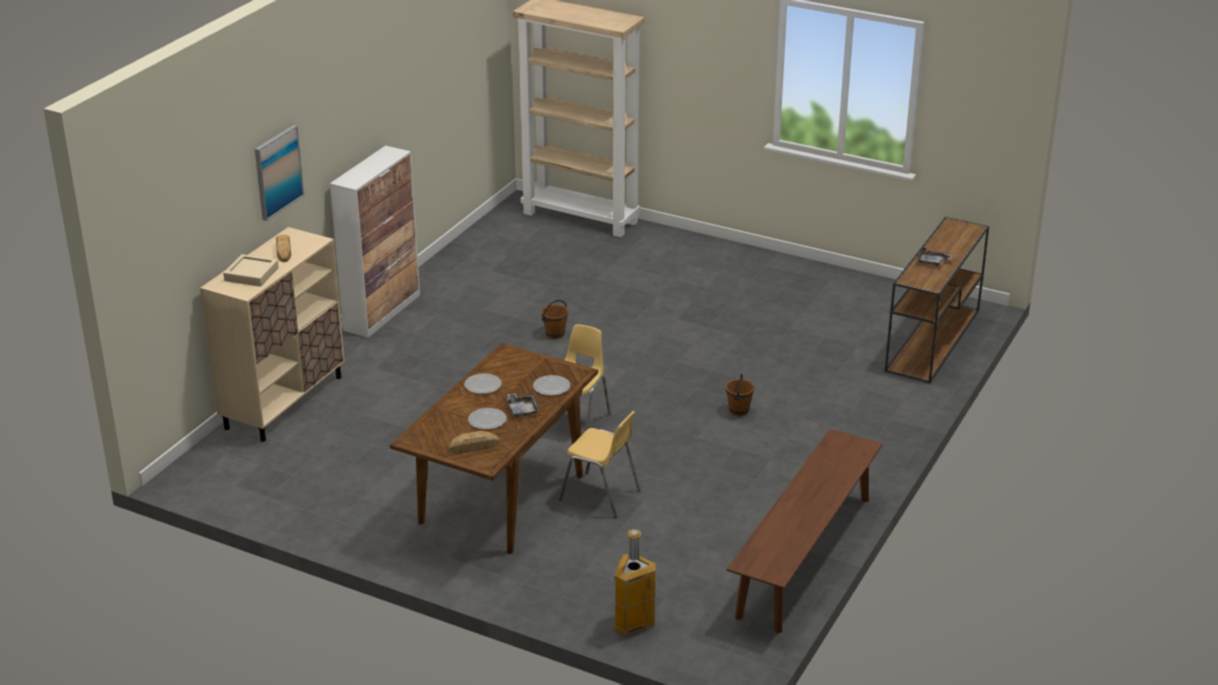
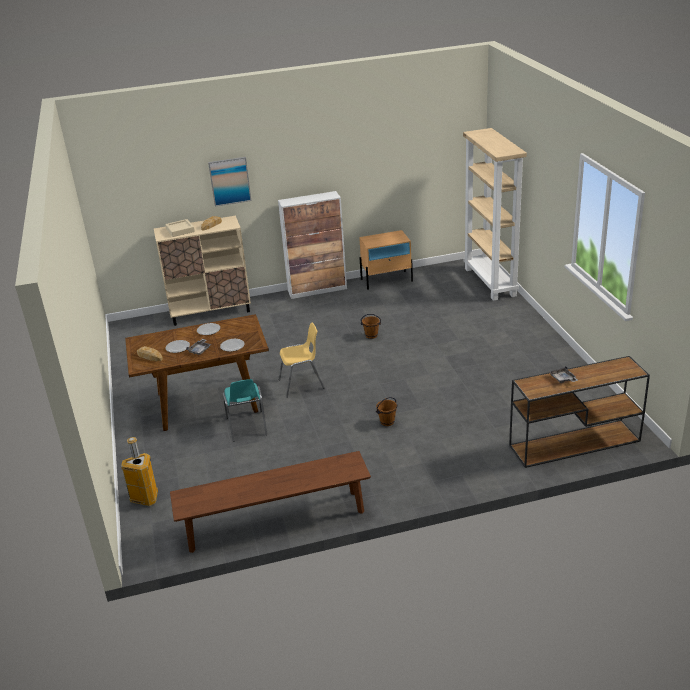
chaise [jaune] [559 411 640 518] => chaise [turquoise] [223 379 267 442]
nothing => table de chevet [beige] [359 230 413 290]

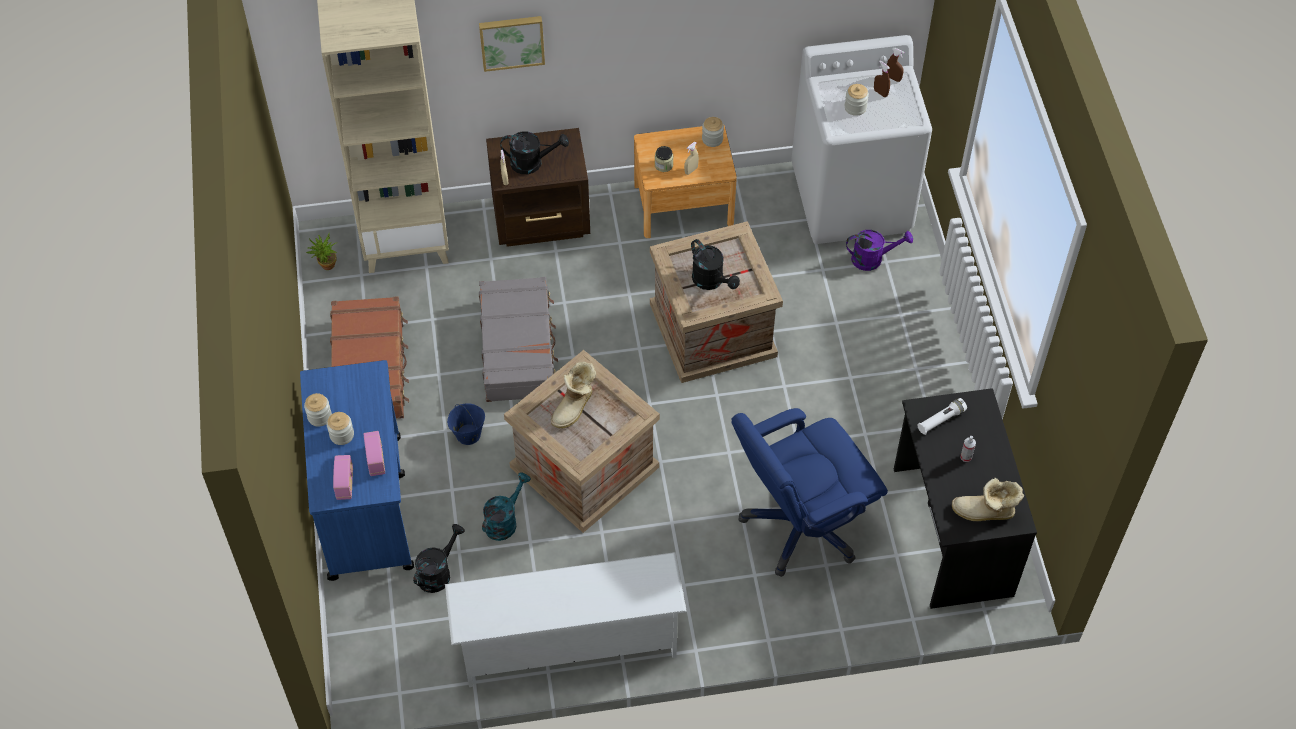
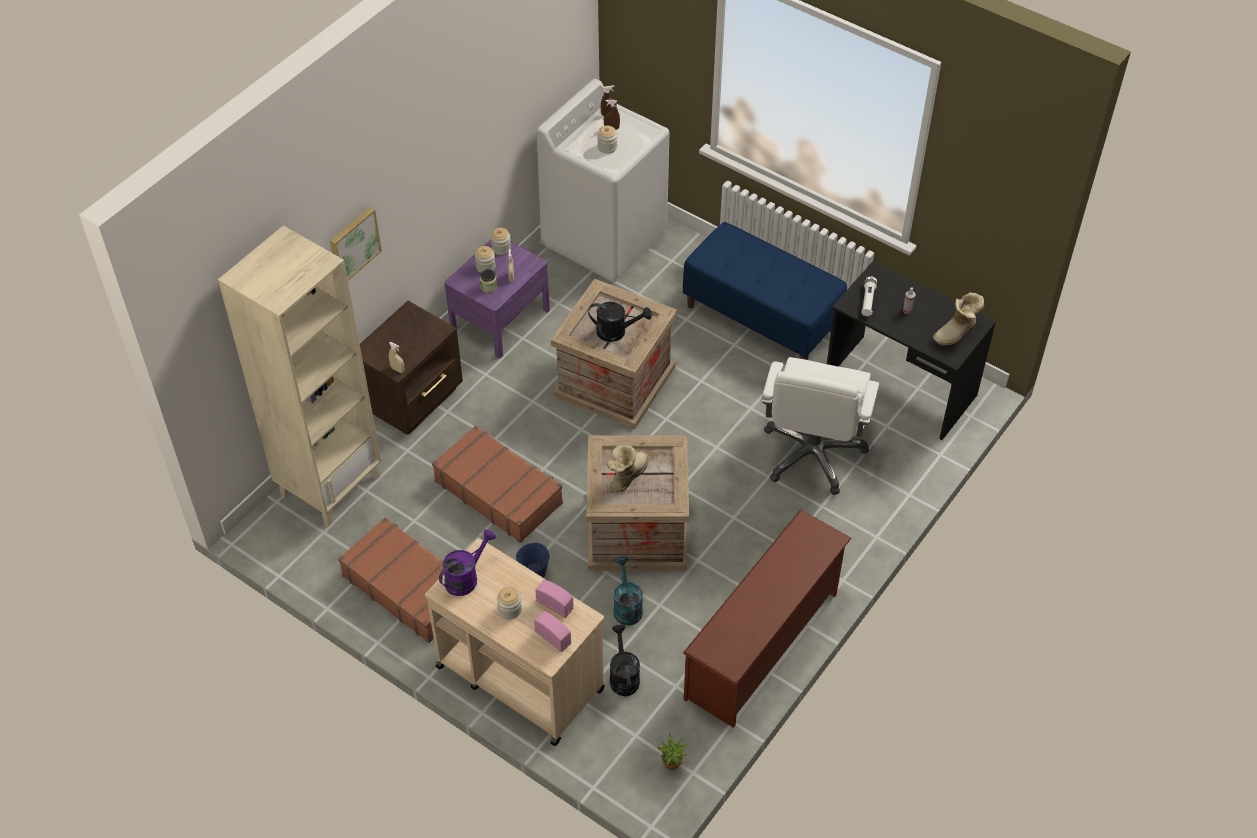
chariot [bleu] [300 360 414 581] => chariot [beige] [425 538 605 746]
valise [gris] [479 277 558 402] => valise [marron] [432 426 563 543]
arrosoir [violet] [846 230 913 271] => arrosoir [violet] [439 529 496 596], relocated
table de chevet [marron] [634 126 737 238] => table de chevet [violet] [445 240 550 358]
bocal [304 393 332 427] => bocal [475 246 496 273], relocated
botte [551 361 596 429] => botte [607 445 649 492], 135 degrees counterclockwise
plante en pot [306 232 337 270] => plante en pot [657 732 691 770], relocated
nothing => banc [bleu] [683 222 847 360]
étagère à chaussures [blanc] [445 552 687 687] => étagère à chaussures [marron] [683 509 851 728]
chaise de bureau [bleu] [731 408 888 577] => chaise de bureau [blanc] [761 357 879 495]
arrosoir [noir] [500 131 569 174] => nothing

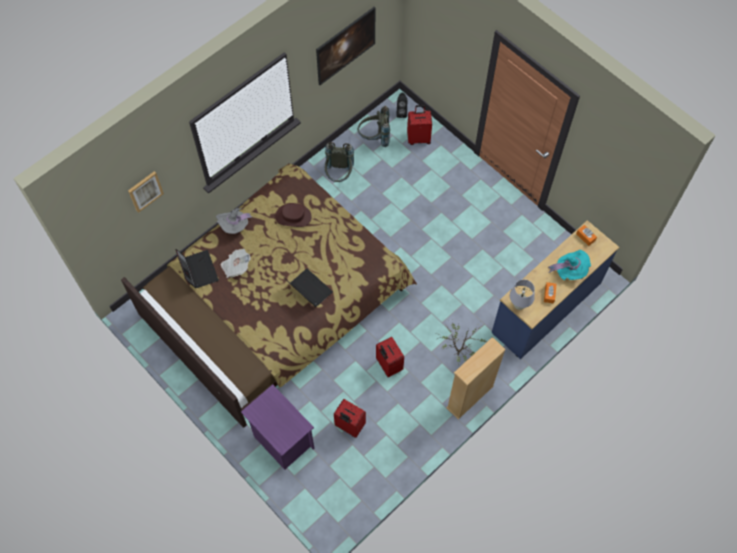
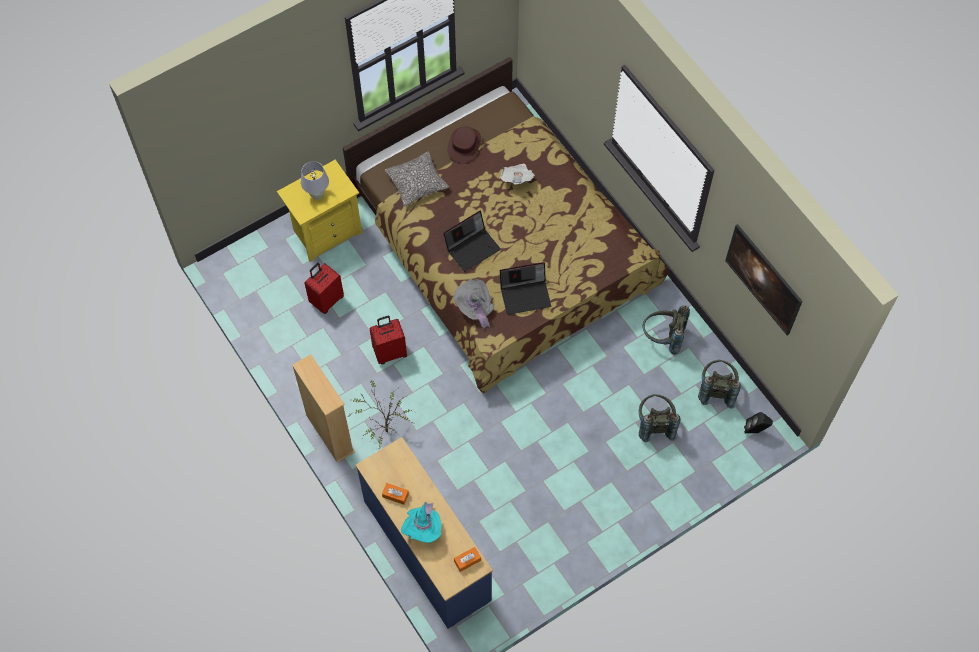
table de chevet [violet] [241 384 315 470] => table de chevet [jaune] [277 160 362 262]
lampe de table [blanc] [510 280 535 310] => lampe de table [blanc] [301 161 329 200], relocated
nothing => coussin [385 151 449 207]
chapeau [marron] [276 203 312 227] => chapeau [marron] [447 126 481 163], relocated
chapeau [gris] [216 208 253 234] => chapeau [gris] [454 279 494 330], relocated
ordinateur portable [175 249 219 288] => ordinateur portable [500 262 551 315], relocated
nothing => sac à dos [gris] [639 394 681 442]
tableau [128 171 164 213] => nothing
valise [rouge] [407 105 432 145] => nothing

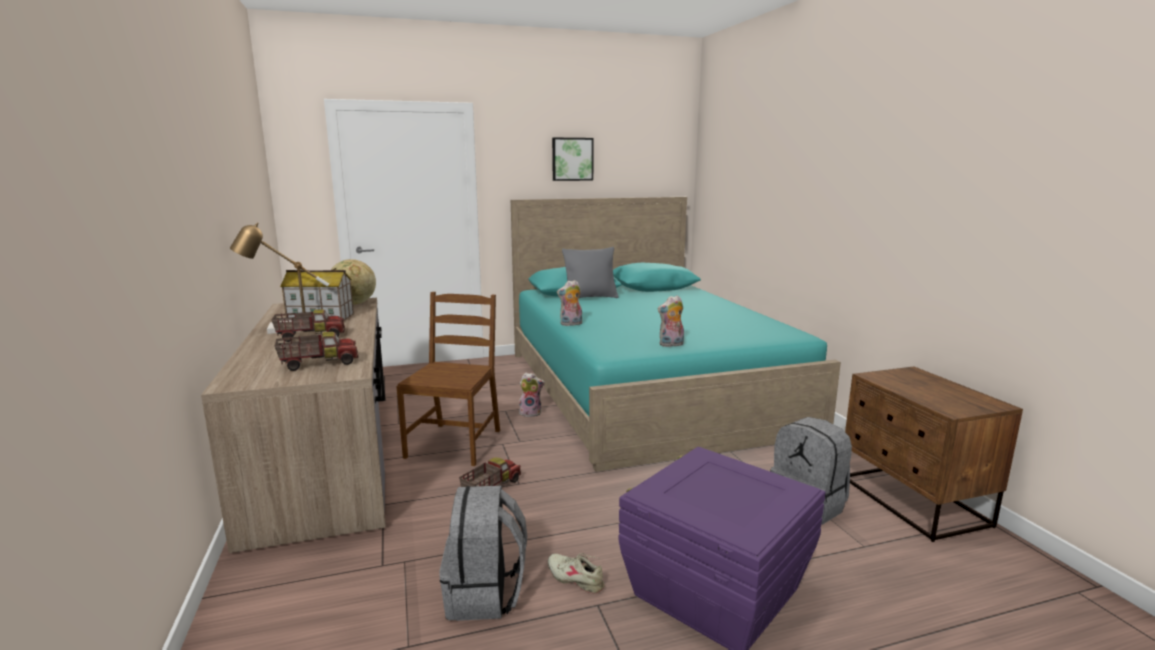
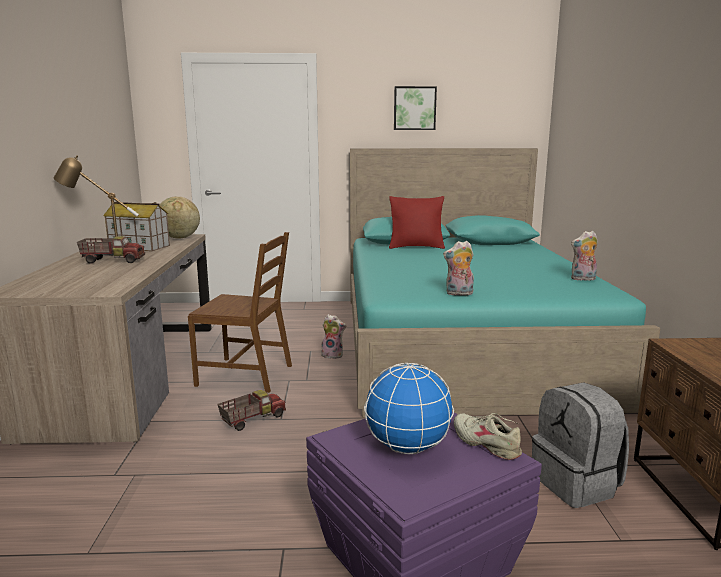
chaise [marron] [396 292 500 466] => chaise [marron] [188 232 292 393], 75 degrees clockwise
nothing => globe [364 363 454 454]
coussin [gris] [562 247 619 298] => coussin [rouge] [389 196 445 249]
chaussure [beige] [548 553 605 593] => chaussure [beige] [454 413 522 460], relocated
peluche [557 280 582 326] => peluche [571 231 598 281], relocated
camion jouet [275 332 358 371] => nothing
sac à dos [gris] [440 486 527 621] => nothing

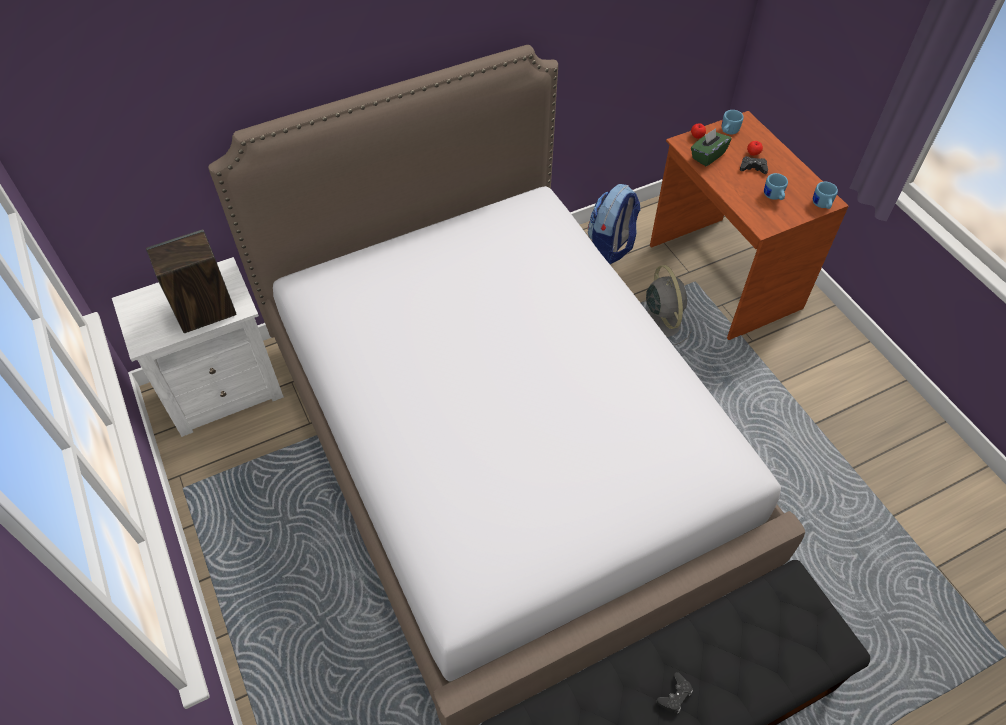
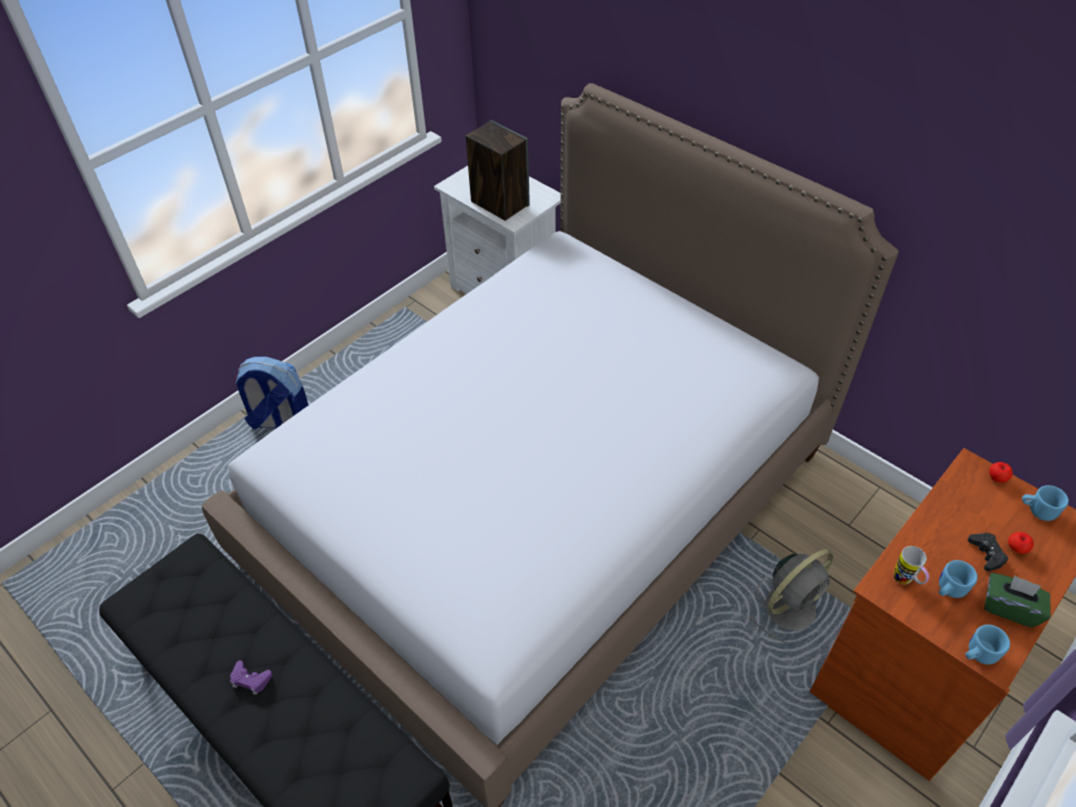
manette [noir] [656 672 693 714] => manette [violet] [230 660 272 695]
sac à dos [588 184 640 264] => sac à dos [234 357 308 429], relocated
nothing => mug [894 546 929 585]
boîte à mouchoirs [vert] [691 128 732 166] => boîte à mouchoirs [vert] [984 573 1051 627], relocated

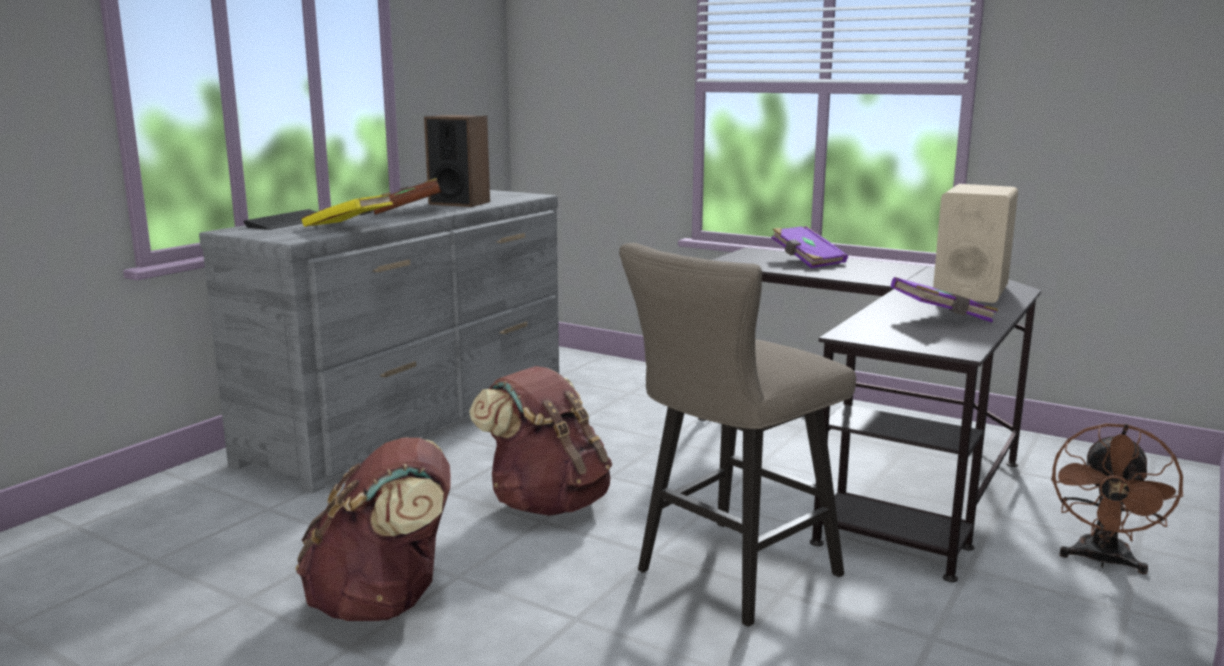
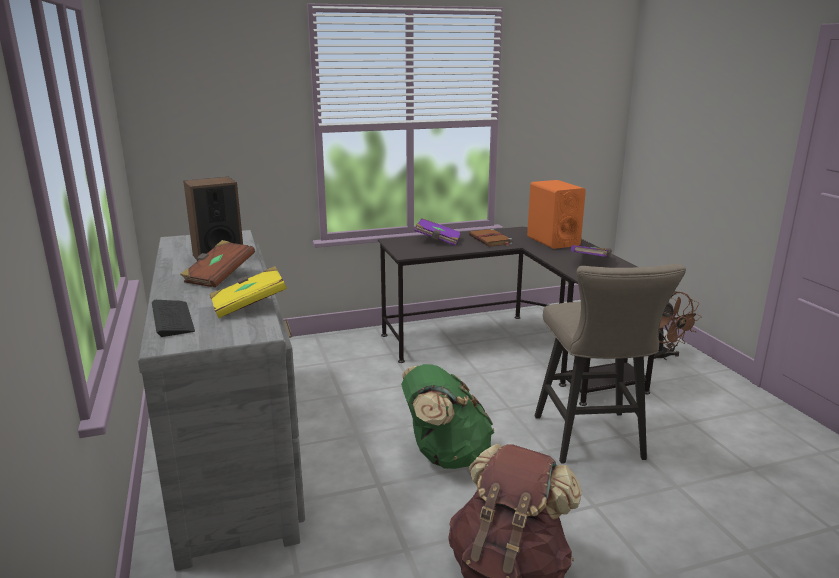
sac à dos [marron] [469 366 612 516] => sac à dos [vert] [401 364 494 469]
nothing => livre [marron] [469 229 512 246]
enceinte [beige] [933 184 1018 303] => enceinte [orange] [527 180 586 249]

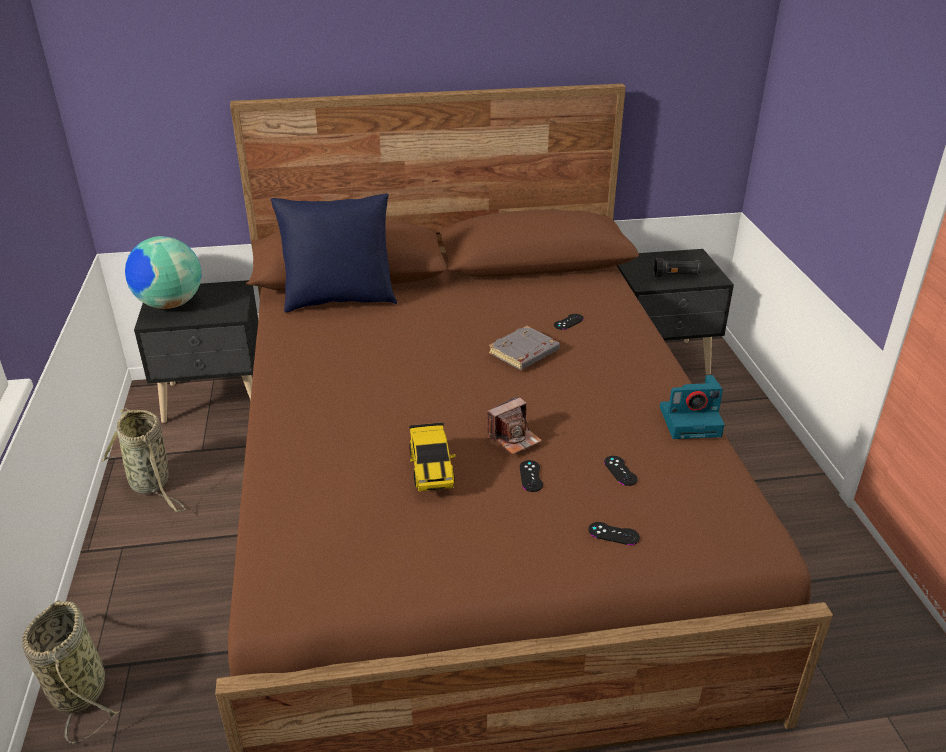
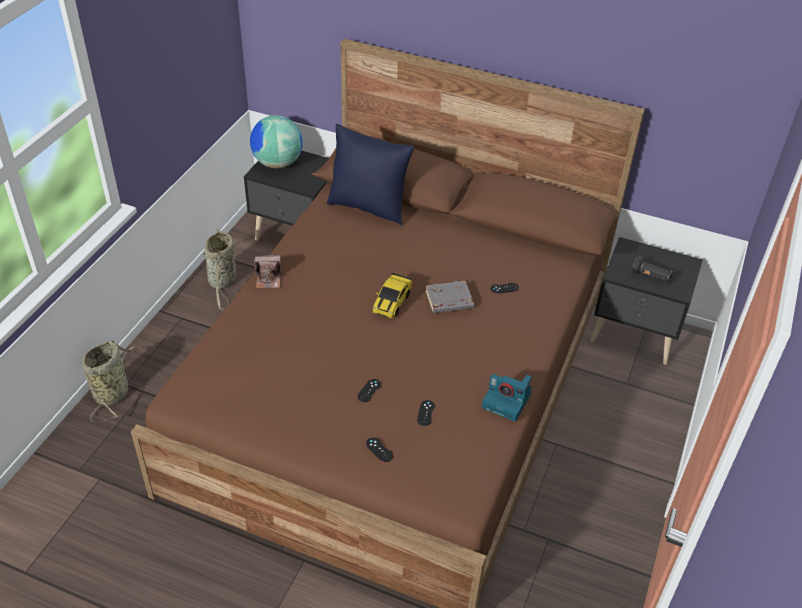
appareil photo [487 396 542 455] => appareil photo [254 255 282 288], relocated
petite voiture [409 422 456 491] => petite voiture [372 273 412 319], relocated

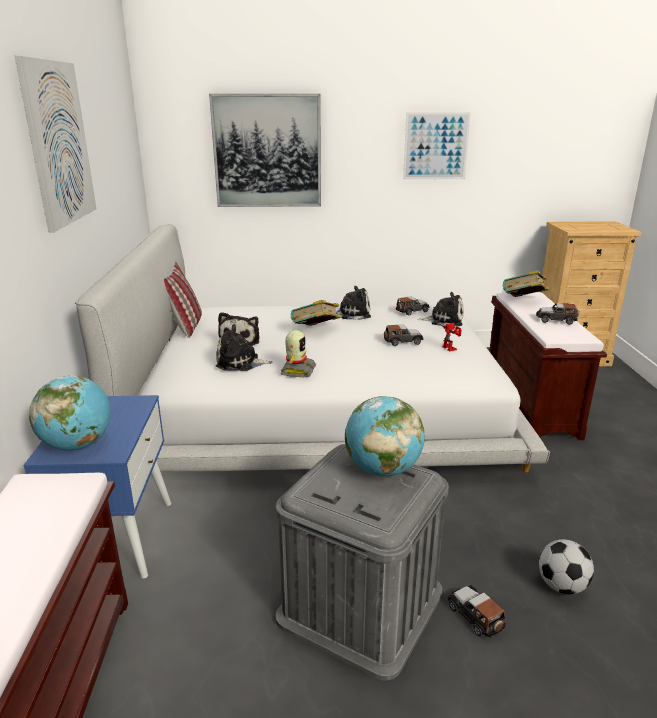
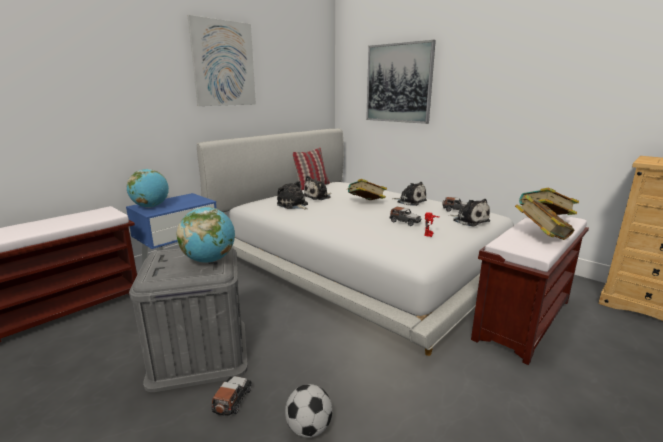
petite voiture [536 303 579 325] => livre [515 195 575 240]
robot jouet [281 330 316 377] => nothing
tableau [403 112 471 180] => nothing

